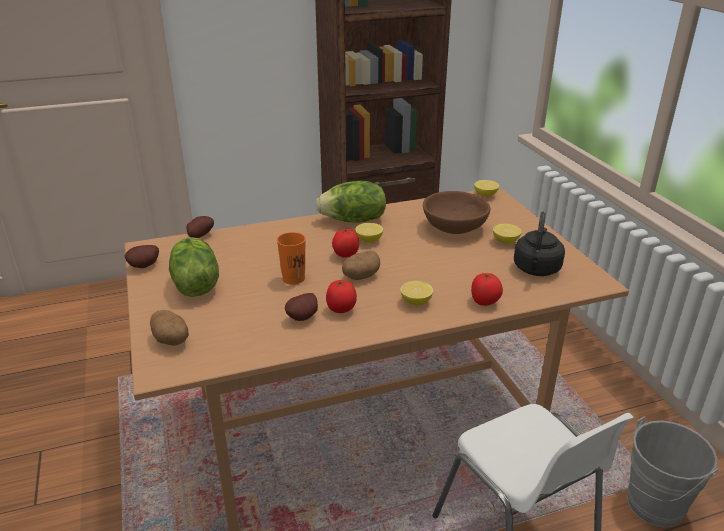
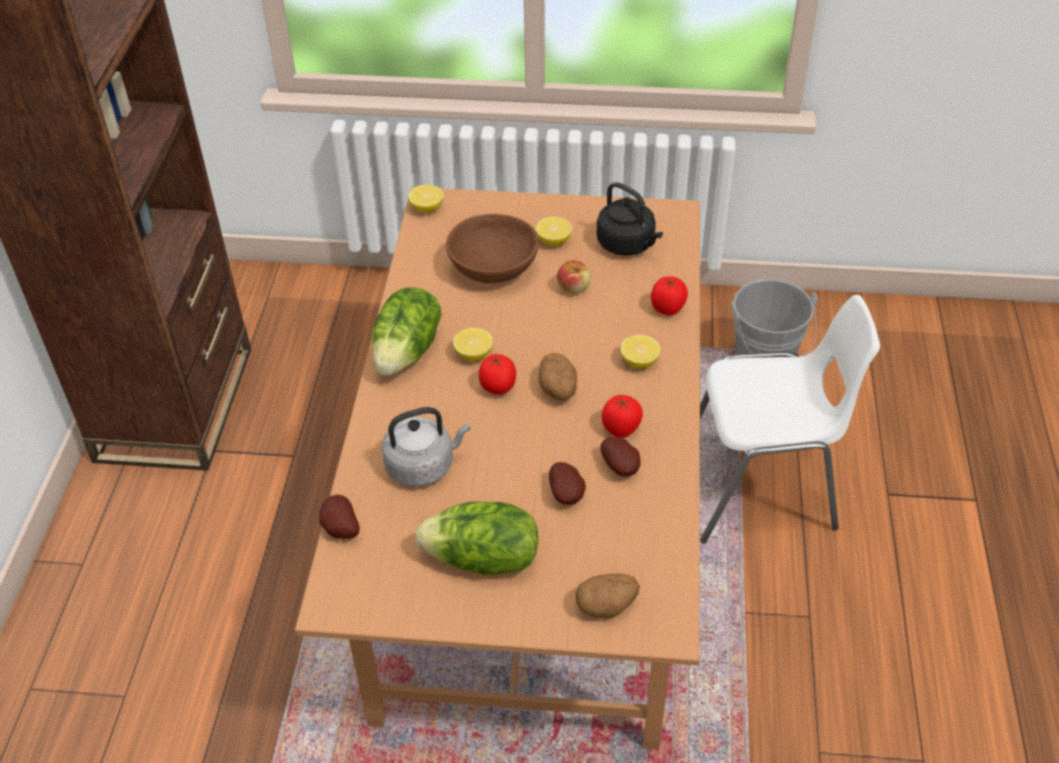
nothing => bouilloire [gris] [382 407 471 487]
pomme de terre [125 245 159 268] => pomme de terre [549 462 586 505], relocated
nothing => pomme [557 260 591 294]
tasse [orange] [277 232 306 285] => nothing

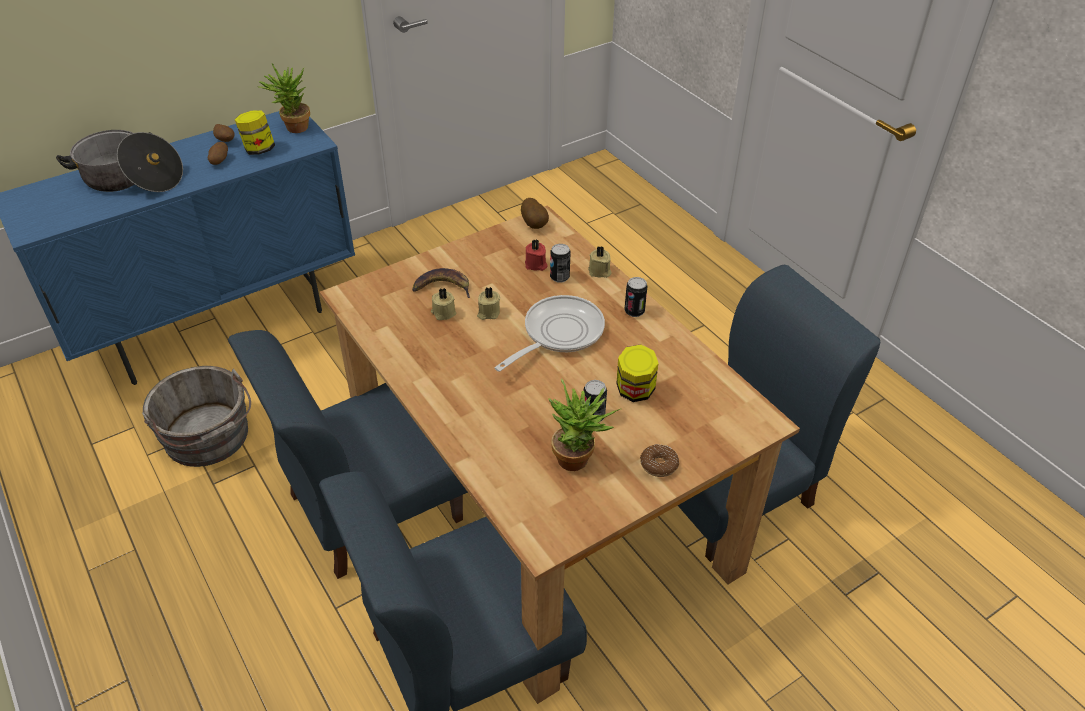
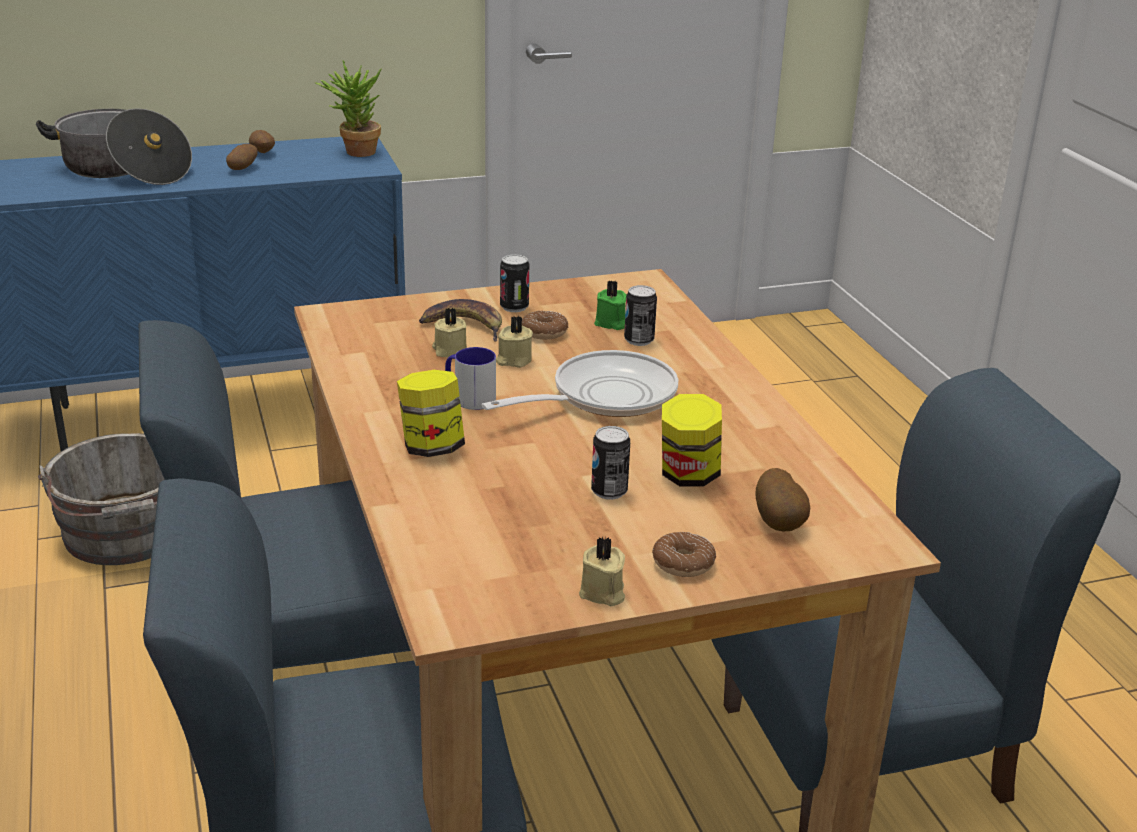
bocal [235 110 275 155] => bocal [397 370 465 457], relocated
nothing => mug [445 347 496 410]
boîte métallique [624 277 648 317] => boîte métallique [500 254 529 312], relocated
nothing => beignet [522 311 568 340]
bougie [beige] [588 246 612 278] => bougie [beige] [579 537 625 606], relocated
bougie [rouge] [525 240 548 271] => bougie [vert] [594 280 627 330]
pomme de terre [521 198 549 229] => pomme de terre [756 468 810 532], relocated
plante en pot [548 379 621 471] => nothing

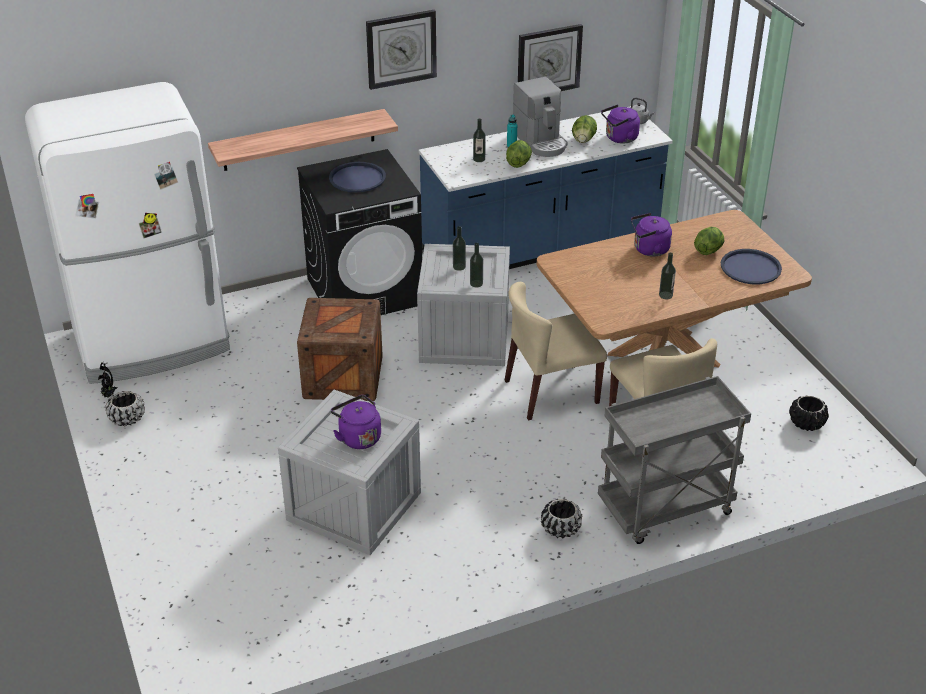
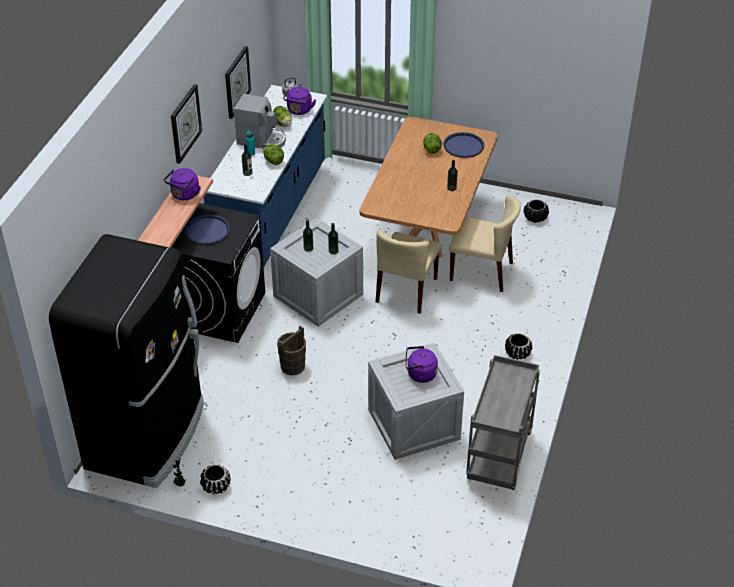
réfrigérateur [blanc] [25 82 230 384] => réfrigérateur [noir] [49 234 204 488]
bouilloire [violet] [631 213 672 257] => bouilloire [violet] [164 168 201 200], relocated
caisse [297 298 383 401] => seau [marron] [277 326 306 375]
chariot [gris] [598 376 751 544] => chariot [gris] [466 355 540 490], relocated

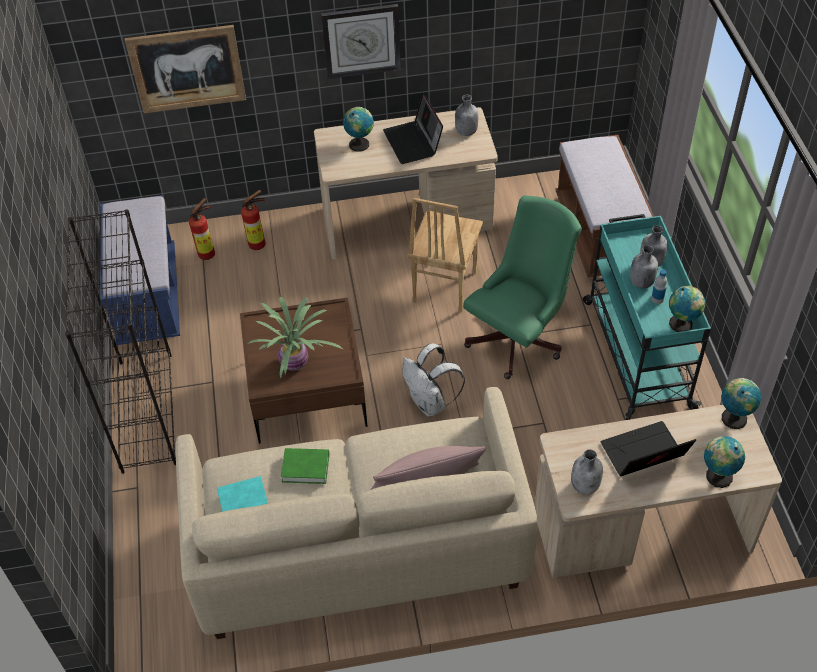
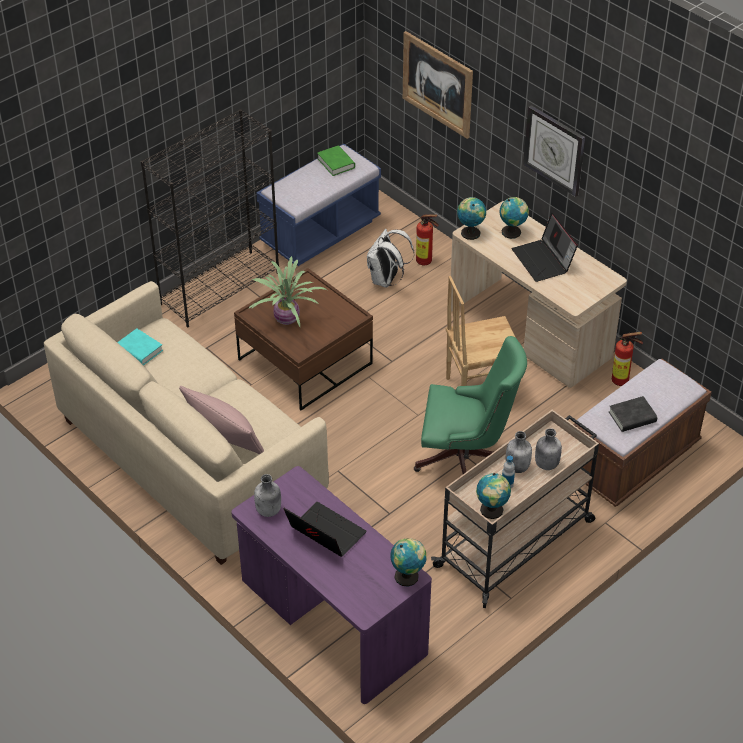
bureau [beige] [535 405 782 578] => bureau [violet] [231 466 432 704]
livre [vert] [281 448 329 484] => livre [vert] [317 145 355 176], relocated
sac à dos [blanc] [402 343 465 417] => sac à dos [blanc] [367 229 414 287], relocated
chariot [turquoise] [583 214 711 420] => chariot [beige] [431 410 599 608]
globe [704 436 745 488] => globe [457 197 486 240], relocated
ordinateur portable [383 93 443 164] => ordinateur portable [512 213 578 282], 60 degrees counterclockwise
nothing => livre [noir] [609 396 657 432]
extincteur [189 198 215 260] => extincteur [612 331 643 386], relocated
bouteille [gris] [455 95 478 136] => nothing

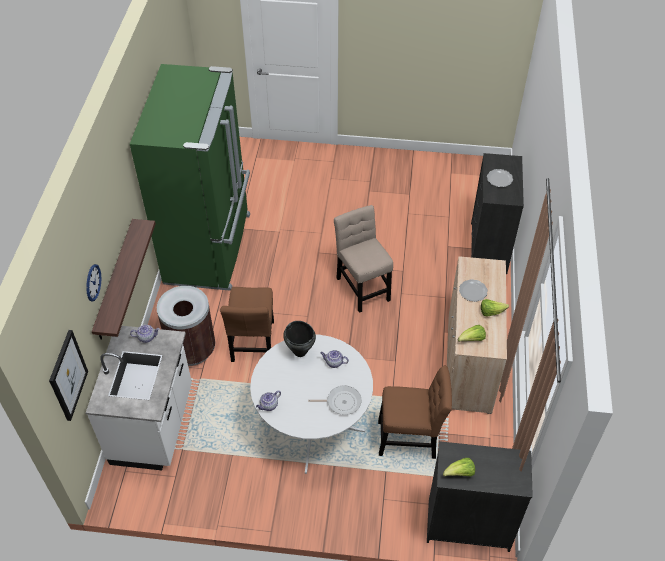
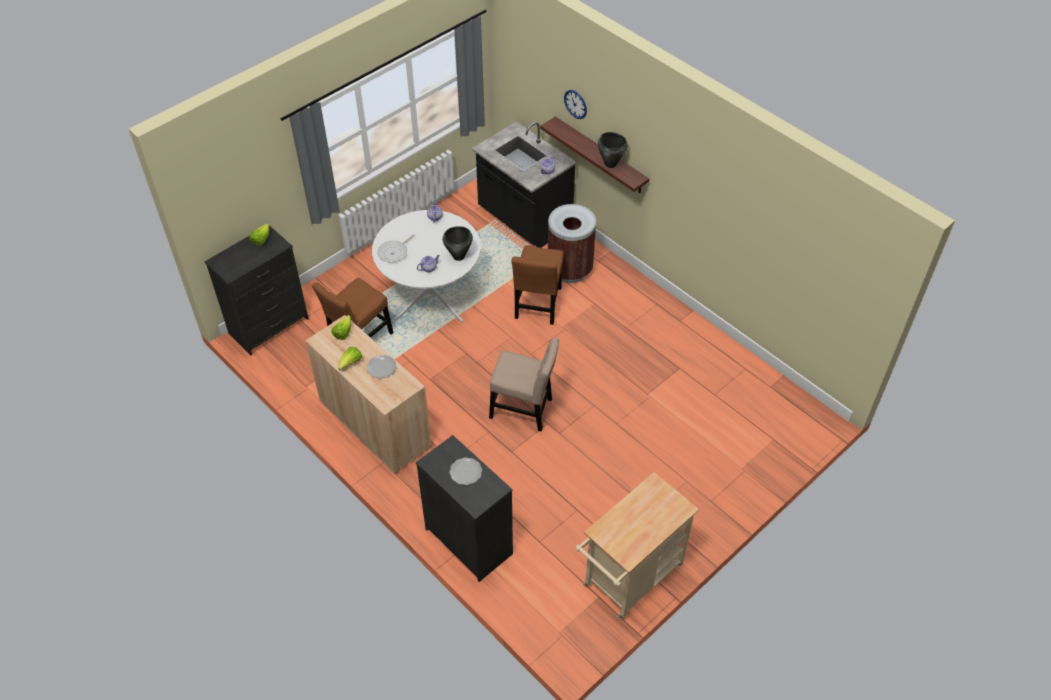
comptoir de cuisine [blanc] [86 326 192 470] => comptoir de cuisine [noir] [472 122 576 248]
chaise [marron] [220 287 274 362] => chaise [marron] [511 245 563 325], 120 degrees counterclockwise
nothing => chariot [beige] [576 472 699 619]
nothing => marmite [noir] [598 132 628 168]
tableau [49 330 88 421] => nothing
réfrigérateur [vert] [130 64 250 291] => nothing

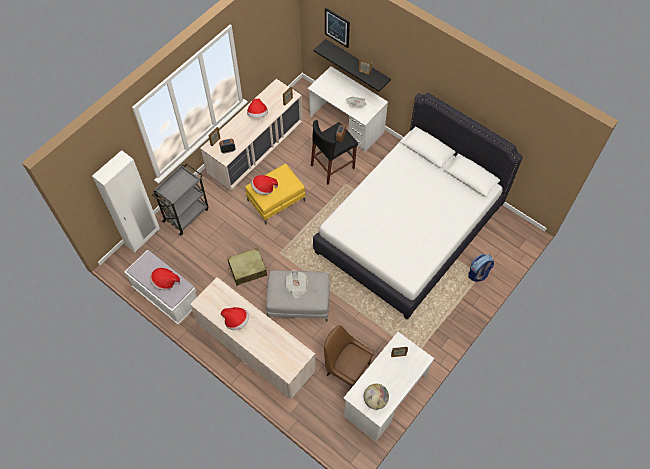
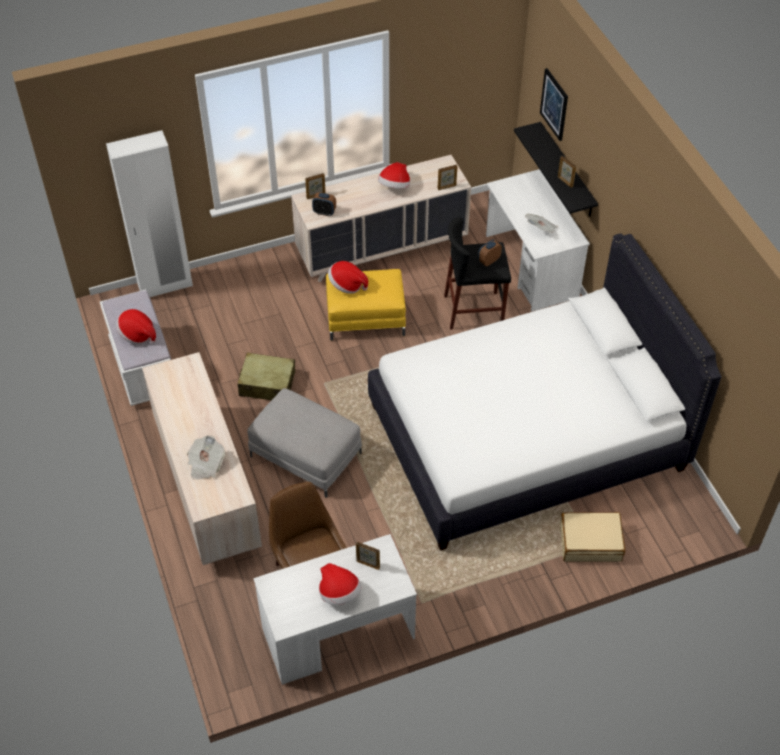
journal [285 270 308 298] => journal [187 435 225 480], relocated
chapeau [221 307 249 330] => chapeau [319 563 361 605], relocated
sac à dos [468 254 494 282] => valise [beige] [559 512 625 562]
chariot [gris] [152 163 209 235] => nothing
globe [364 384 389 410] => nothing

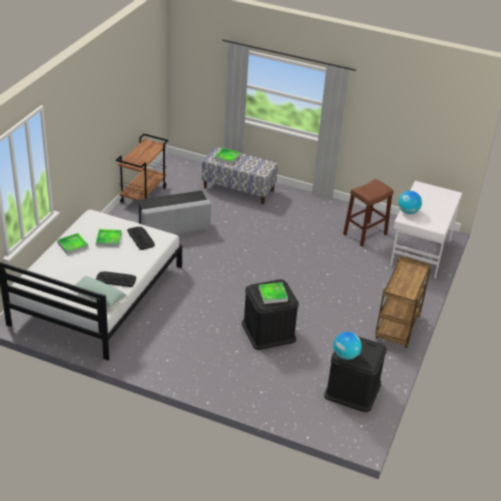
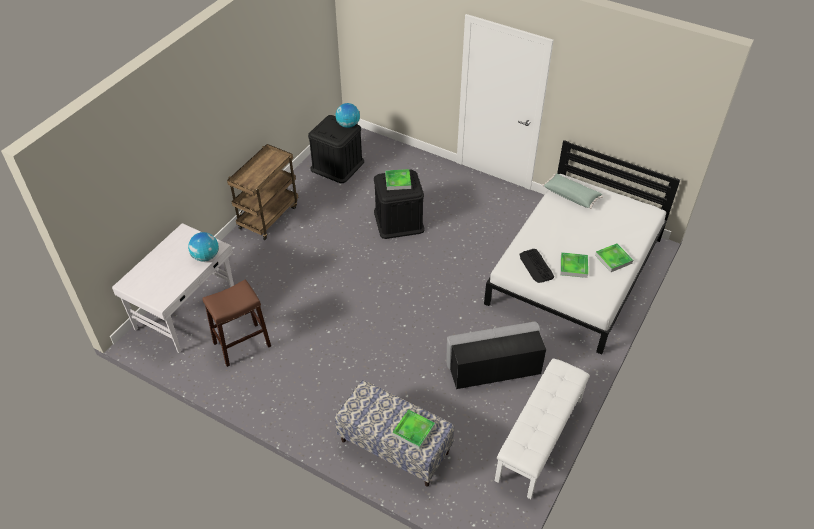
chariot [marron] [116 134 168 203] => banc [blanc] [495 359 590 499]
clavier [96 271 136 287] => nothing

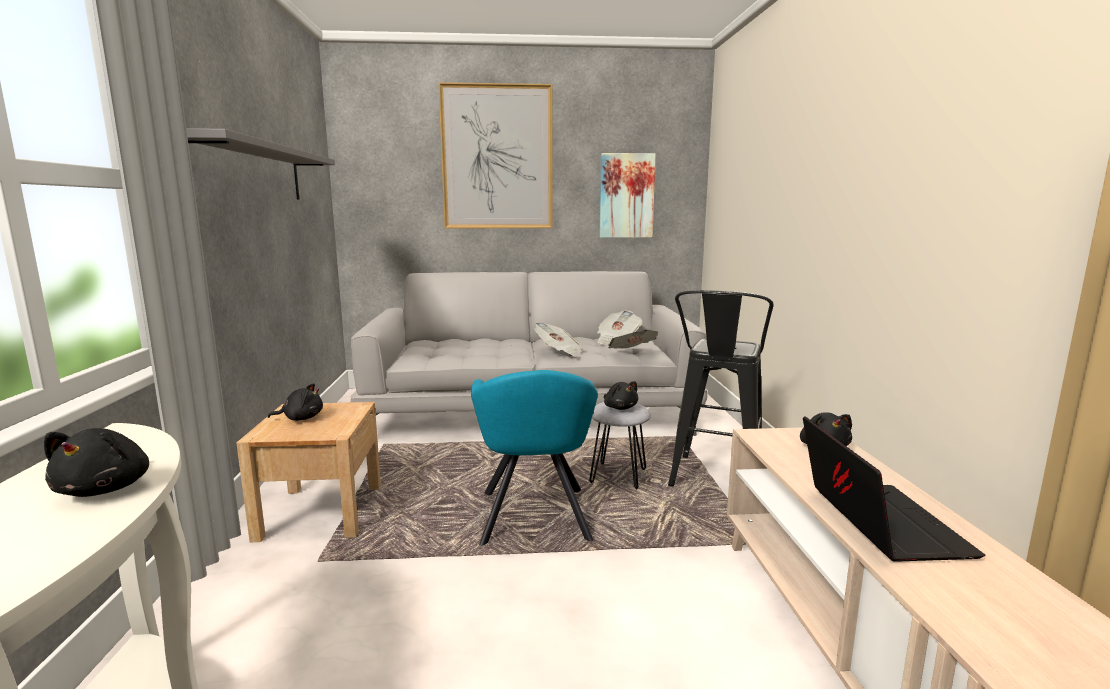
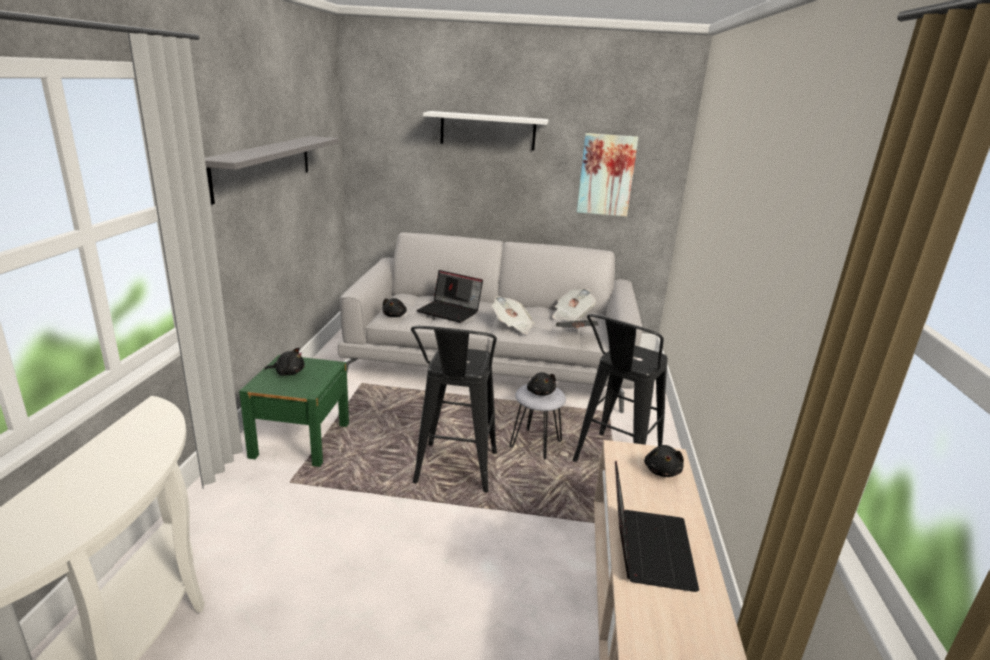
table de chevet [beige] [237 402 381 542] => table de chevet [vert] [239 355 349 467]
peluche [noir] [44 428 149 497] => peluche [noir] [382 298 407 317], relocated
fauteuil [turquoise] [471 370 598 546] => tabouret [noir] [411 326 497 493]
nothing => ordinateur portable [417 270 483 323]
tableau [438 82 553 228] => étagère [blanc] [423 111 548 151]

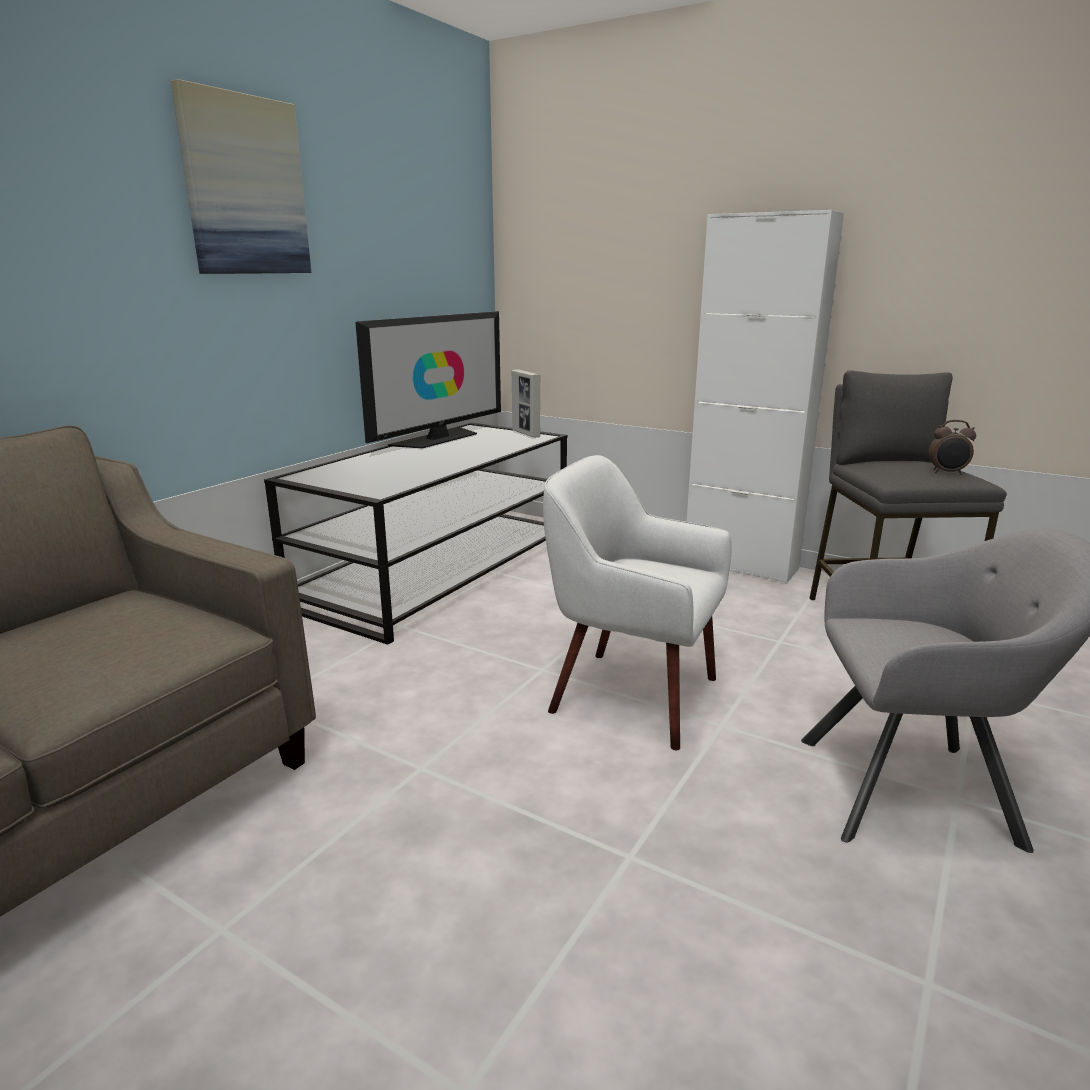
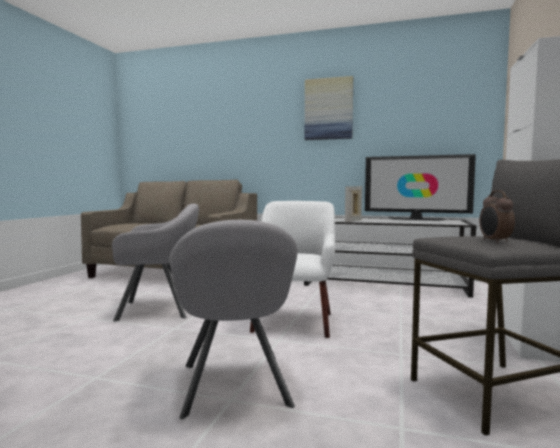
nothing => fauteuil [gris] [112 204 199 322]
cadre photo [512 369 541 438] => cadre photo [345 186 362 222], relocated

